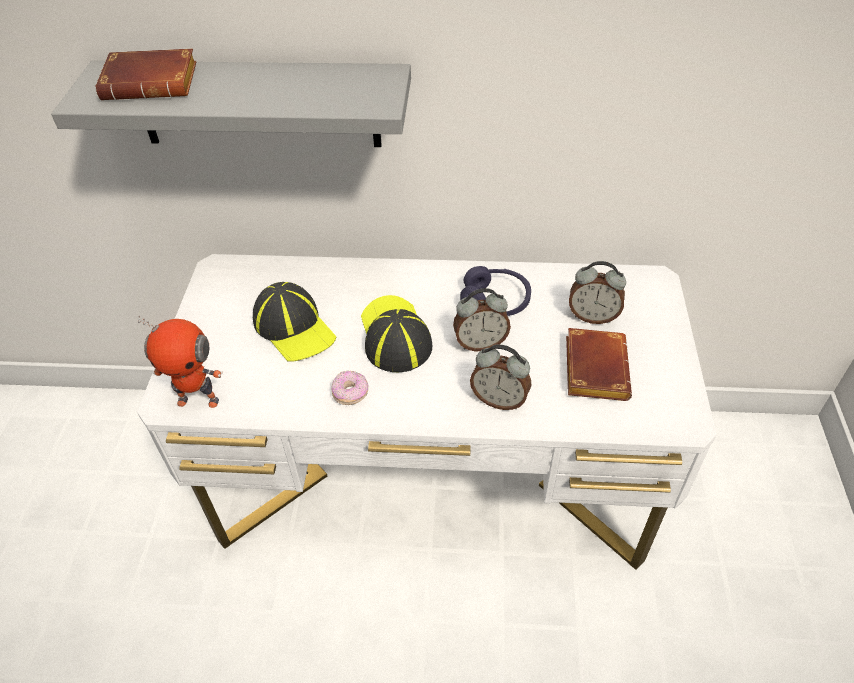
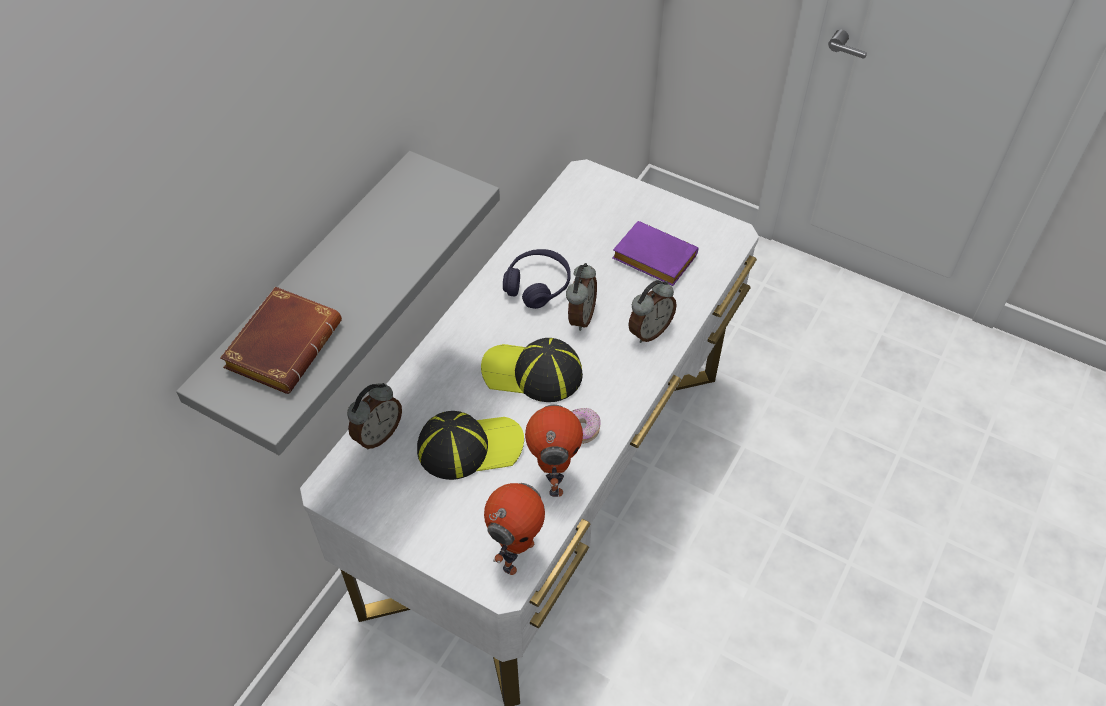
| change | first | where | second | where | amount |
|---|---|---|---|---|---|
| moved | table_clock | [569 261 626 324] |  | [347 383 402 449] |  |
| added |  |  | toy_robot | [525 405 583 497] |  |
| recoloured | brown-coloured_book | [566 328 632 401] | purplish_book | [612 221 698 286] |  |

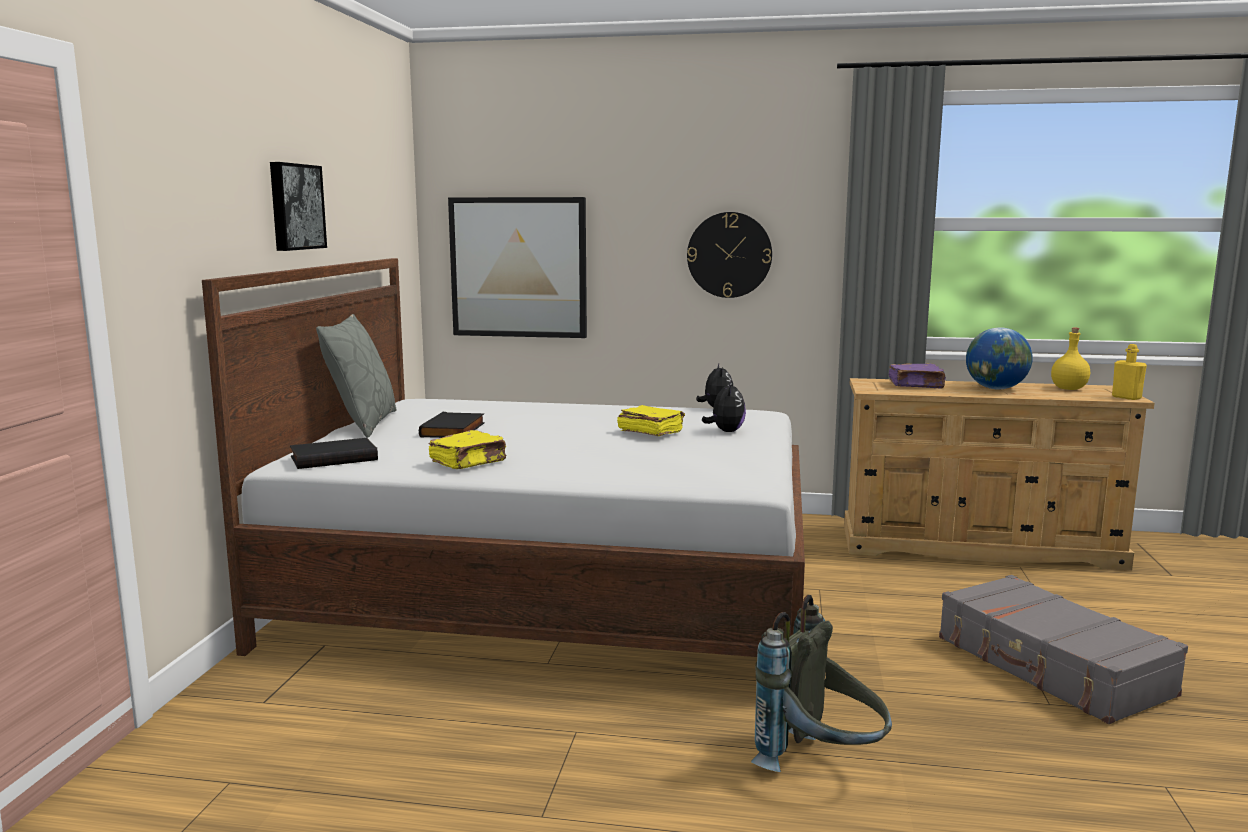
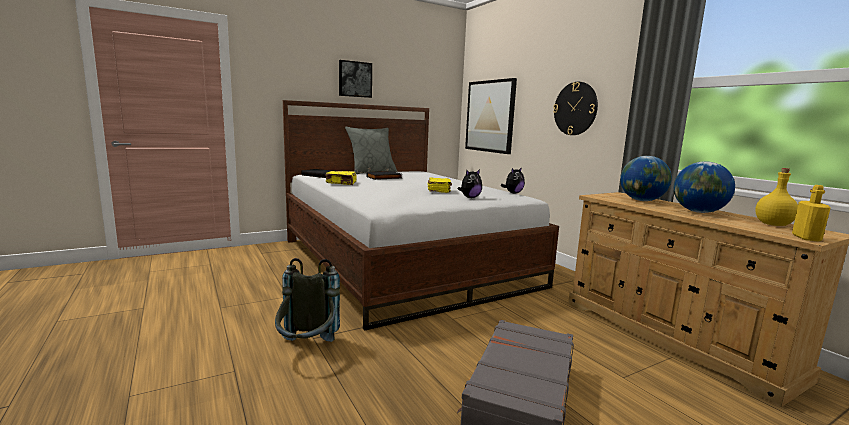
| change | first | where | second | where | amount |
|---|---|---|---|---|---|
| replaced | purplish_book | [888 363 946 388] | world_globe | [620 156 672 201] |  |

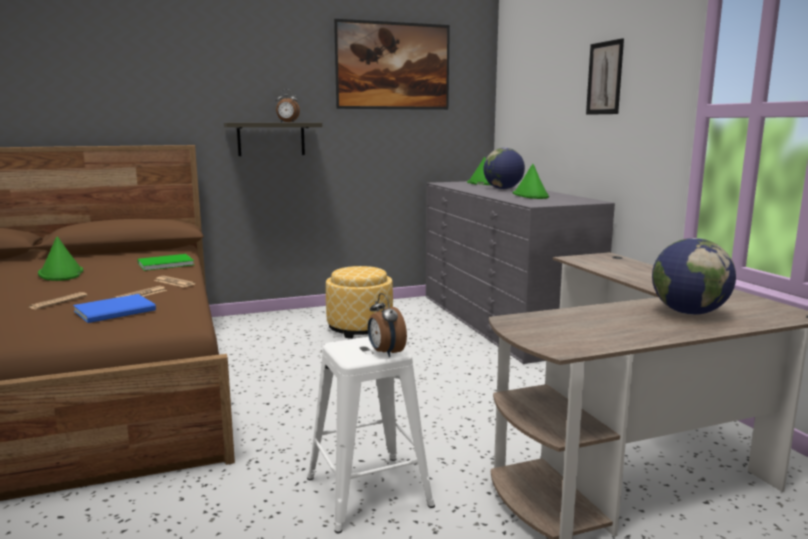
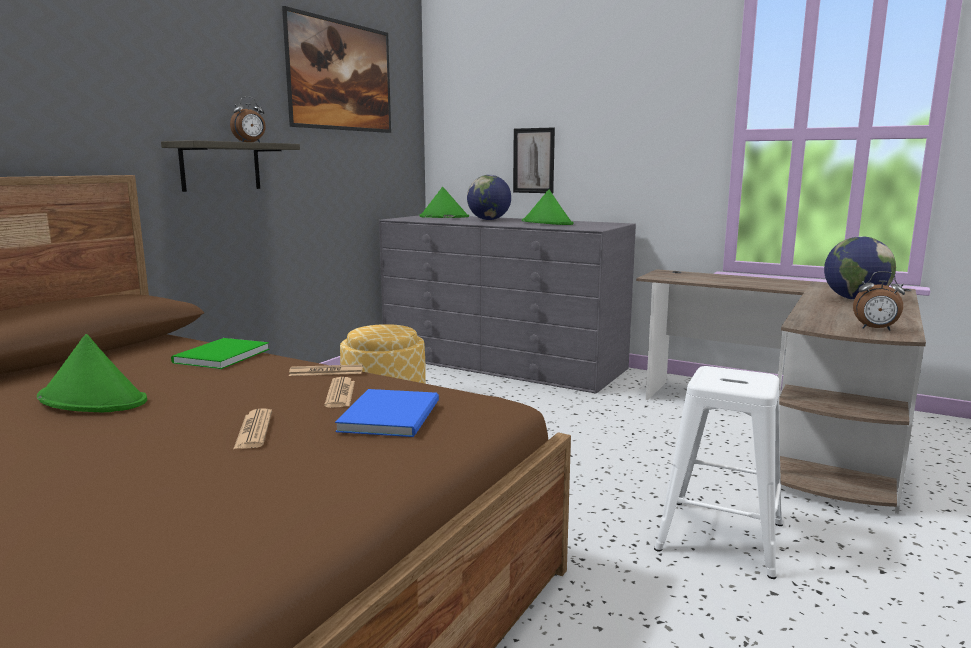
| change | first | where | second | where | amount |
|---|---|---|---|---|---|
| moved | picture | [586 38 624 115] |  | [513 127 555 193] |  |
| moved | table_clock | [368 293 407 357] |  | [853 271 905 331] |  |

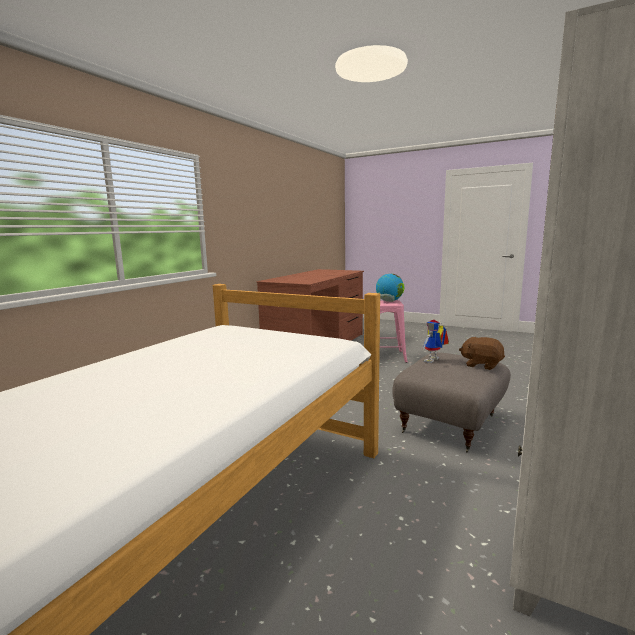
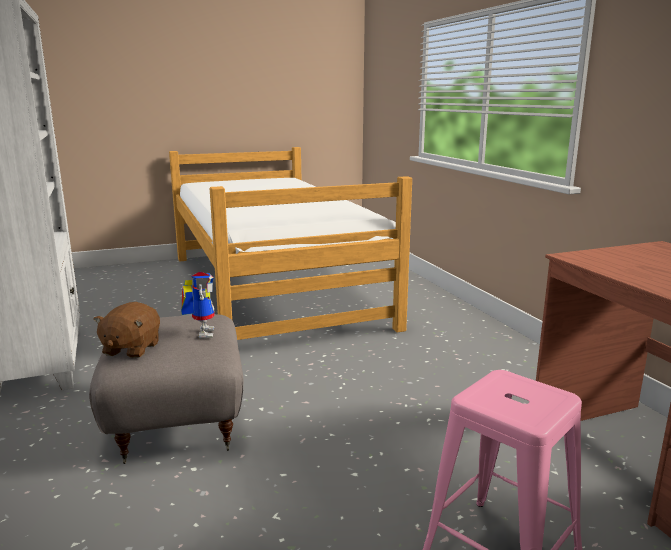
| change | first | where | second | where | amount |
|---|---|---|---|---|---|
| turned | brown-coloured_plush_toy | [459 337 505 370] |  | [93 302 160 359] | 120 degrees clockwise |
| removed | world_globe | [376 274 404 302] |  |  |  |

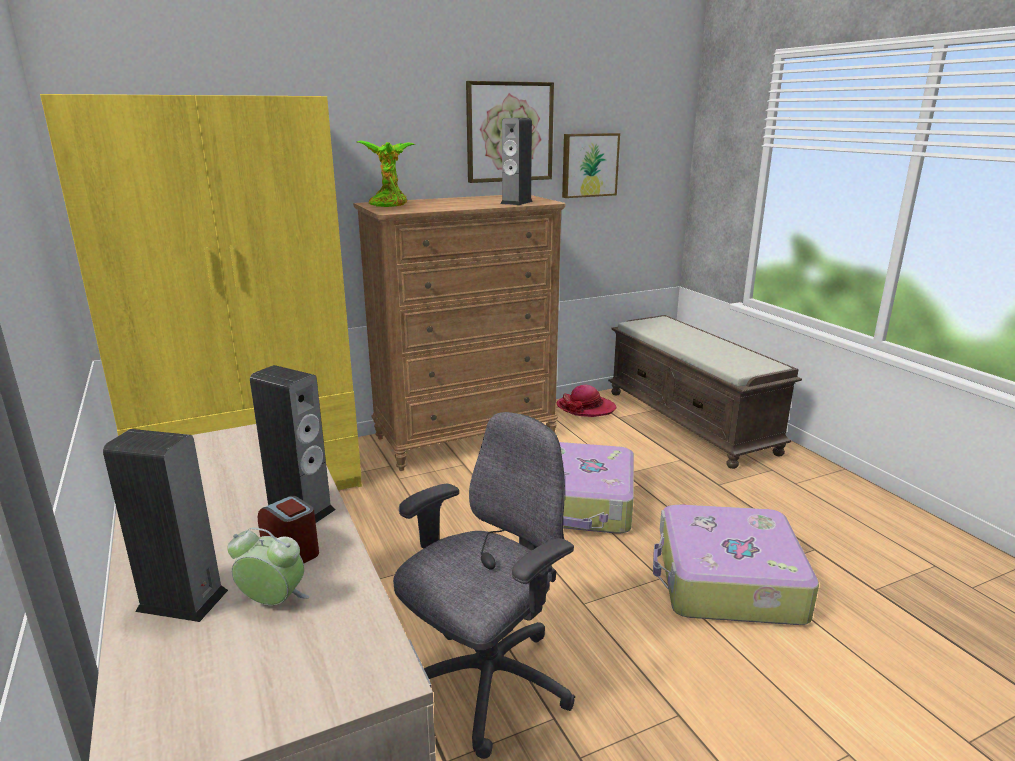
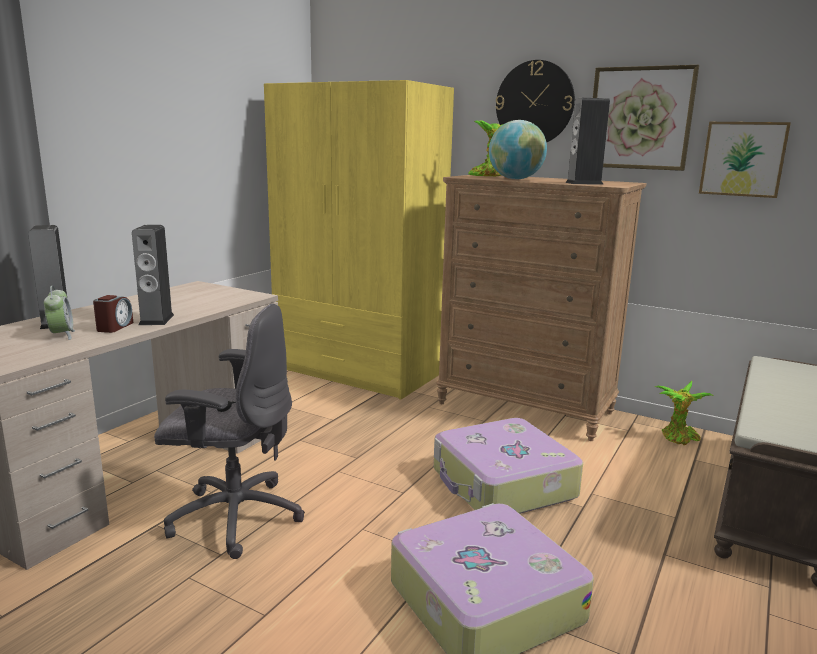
| change | first | where | second | where | amount |
|---|---|---|---|---|---|
| added |  |  | world_globe | [489 120 547 179] |  |
| added |  |  | wall_clock | [495 60 575 143] |  |
| replaced | hat | [556 385 616 417] | potted_plant | [655 381 714 446] |  |

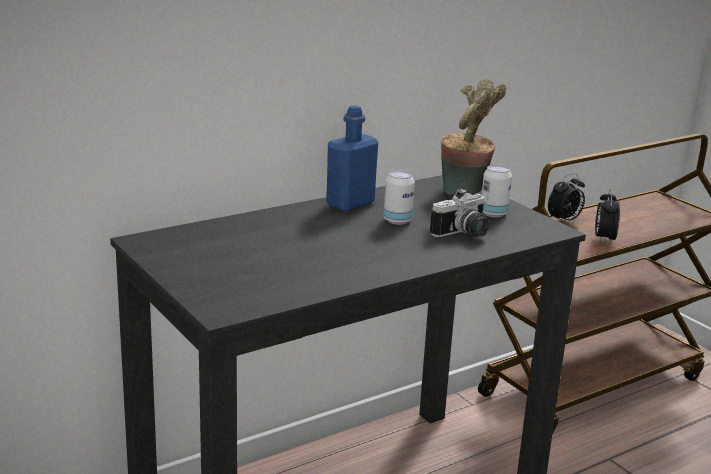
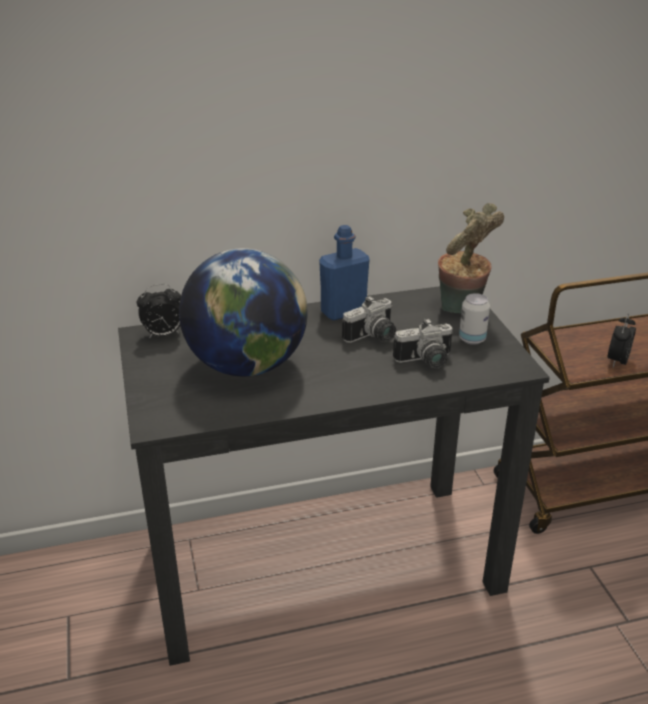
| change | first | where | second | where | amount |
|---|---|---|---|---|---|
| moved | table_clock | [548 173 585 222] |  | [137 284 181 339] |  |
| added |  |  | world_globe | [179 248 308 376] |  |
| replaced | sealed_can | [384 170 415 225] | still_camera | [342 296 396 343] |  |

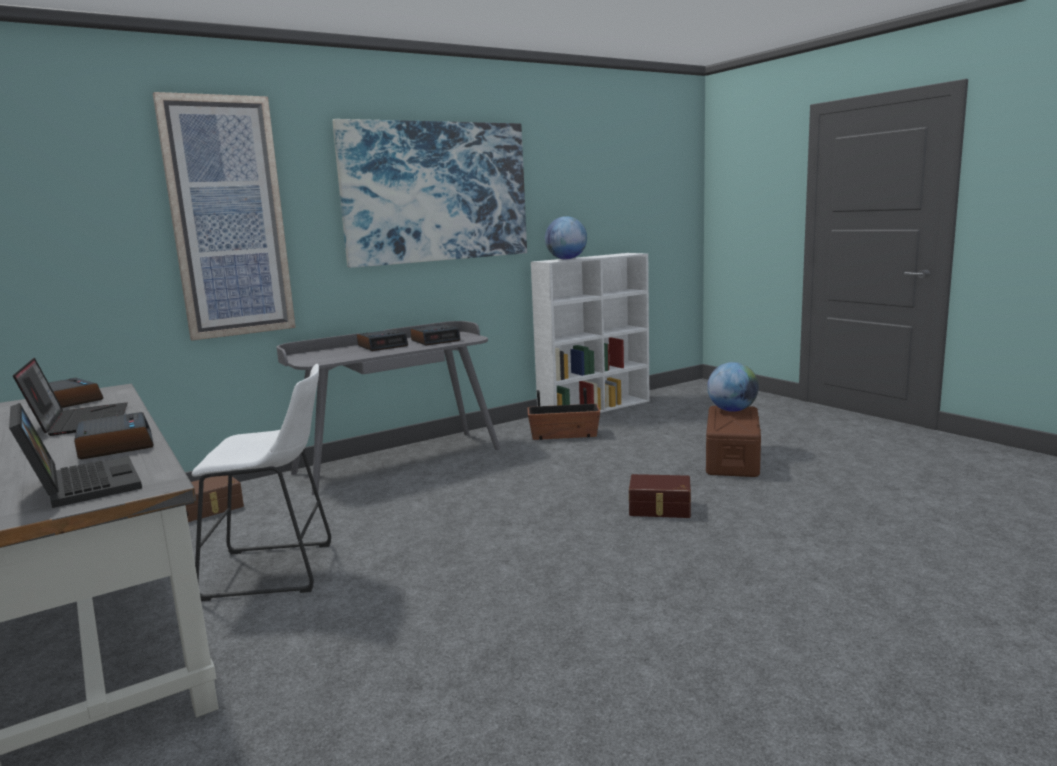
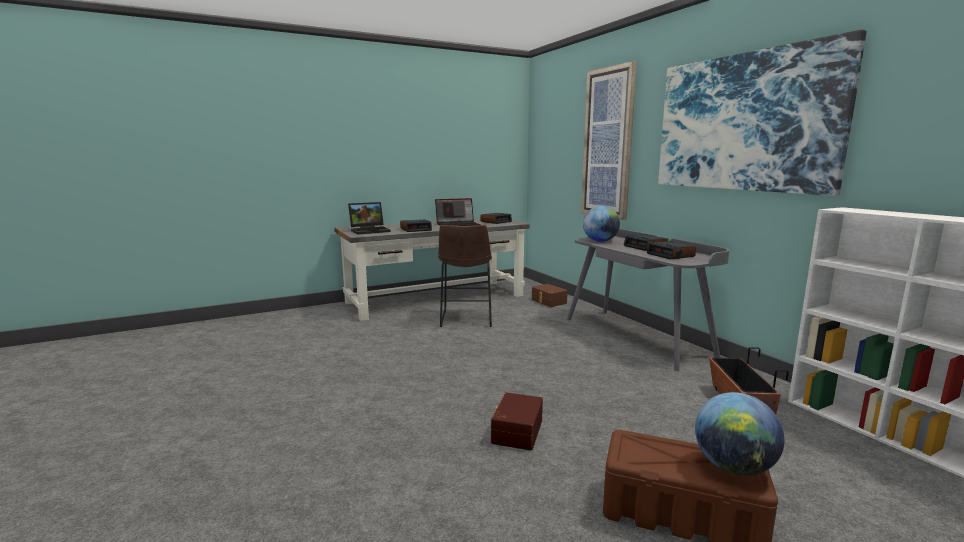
| change | first | where | second | where | amount |
|---|---|---|---|---|---|
| recoloured | whitish_stool | [192 364 331 601] | brown-coloured_stool | [438 225 492 327] |  |
| moved | world_globe | [545 216 587 259] |  | [583 206 620 242] |  |

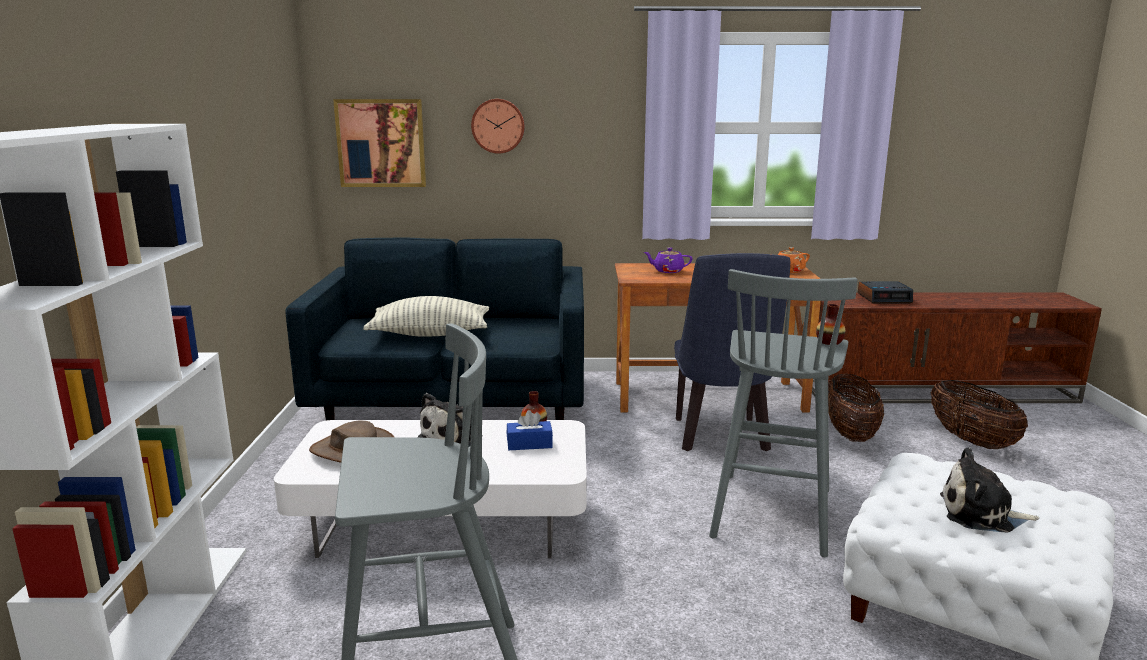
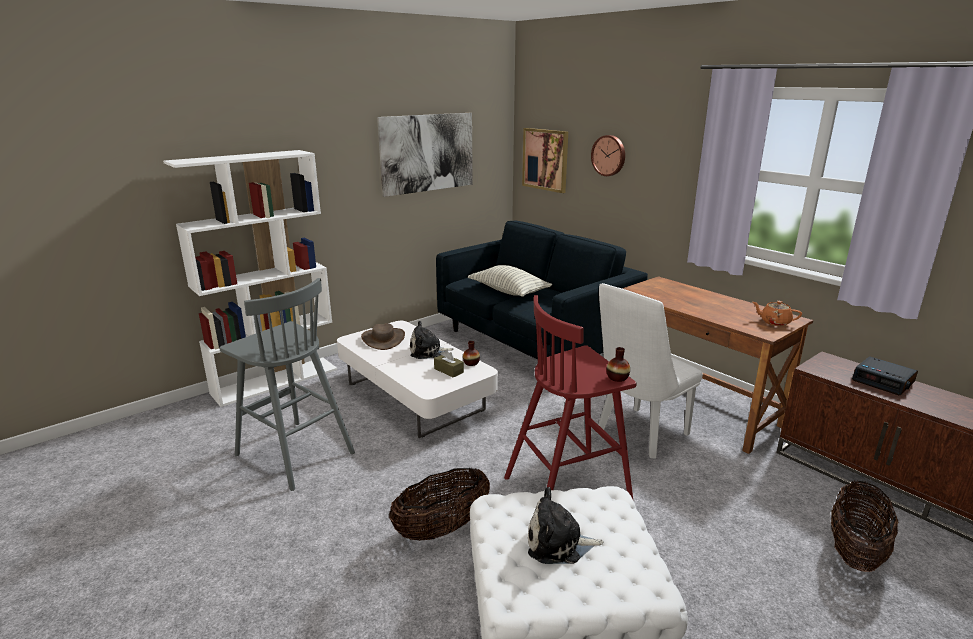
| change | first | where | second | where | amount |
|---|---|---|---|---|---|
| added |  |  | picture | [377 113 473 197] |  |
| moved | household_basket | [828 374 884 442] |  | [389 468 490 541] |  |
| recoloured | blue_tissue_box | [507 410 553 450] | brown-coloured_tissue_box | [434 349 464 378] |  |
| recoloured | greyish_stool | [709 269 857 557] | red-coloured_stool | [504 295 636 499] |  |
| turned | plush_toy | [940 447 1039 533] |  | [528 487 603 564] | 60 degrees counterclockwise |
| recoloured | blue_upright_chair | [674 253 790 451] | whitish_upright_chair | [598 283 703 459] |  |
| removed | purplish_pot_for_tea | [644 248 693 273] |  |  |  |

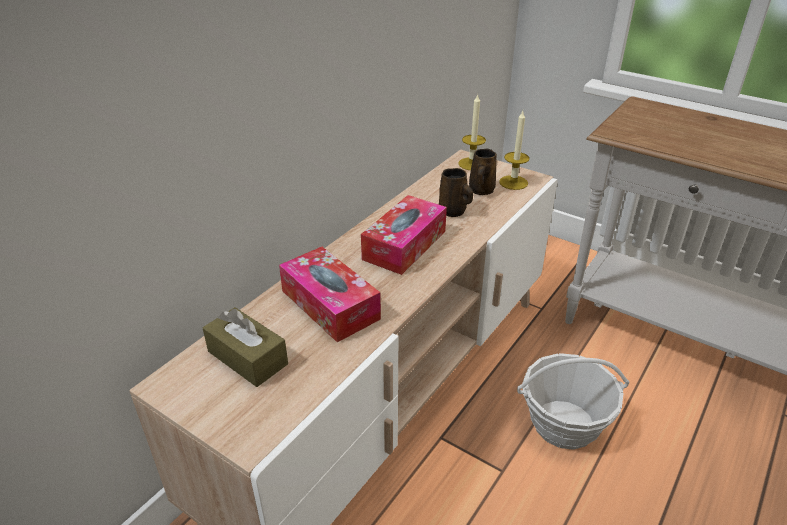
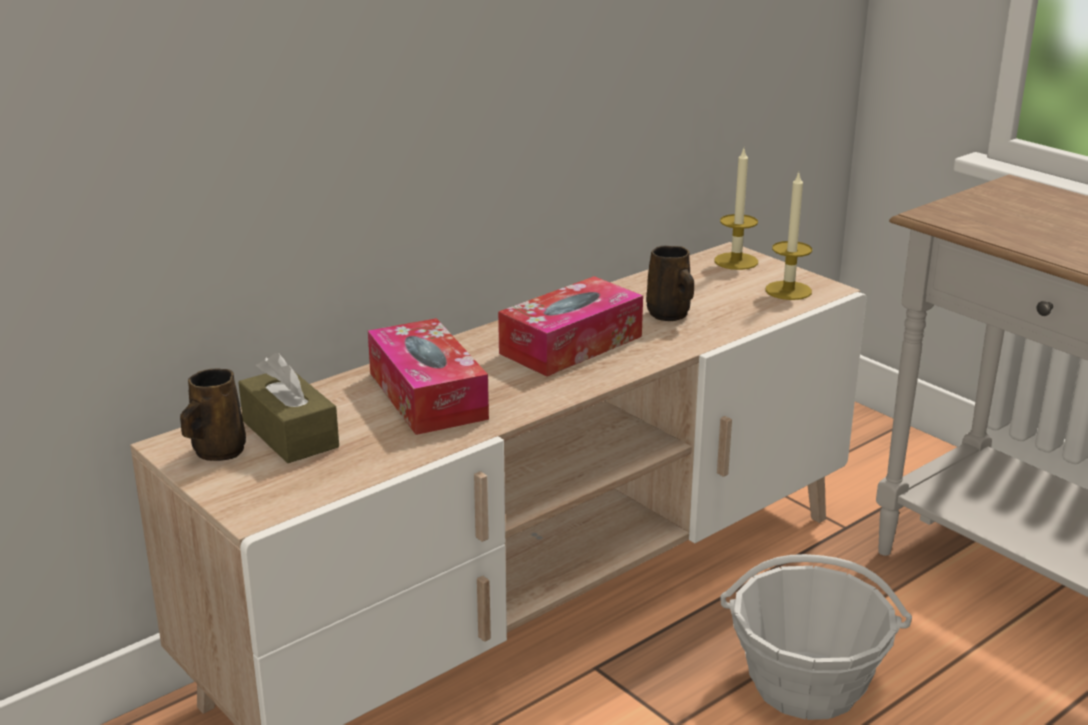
| change | first | where | second | where | amount |
|---|---|---|---|---|---|
| moved | brown-coloured_tea_mug | [469 149 497 195] |  | [180 368 246 461] |  |

